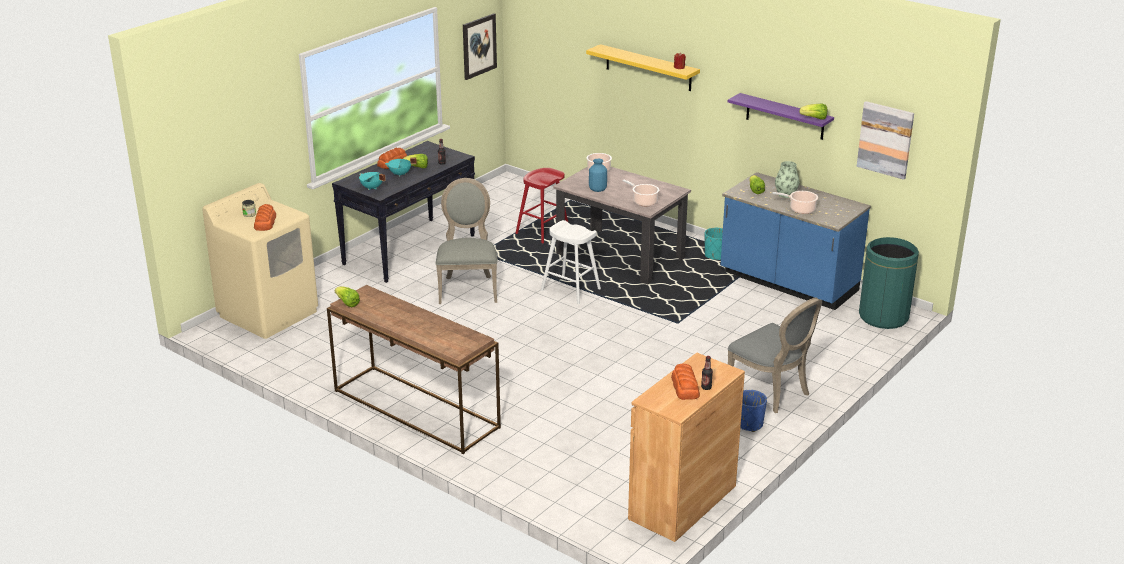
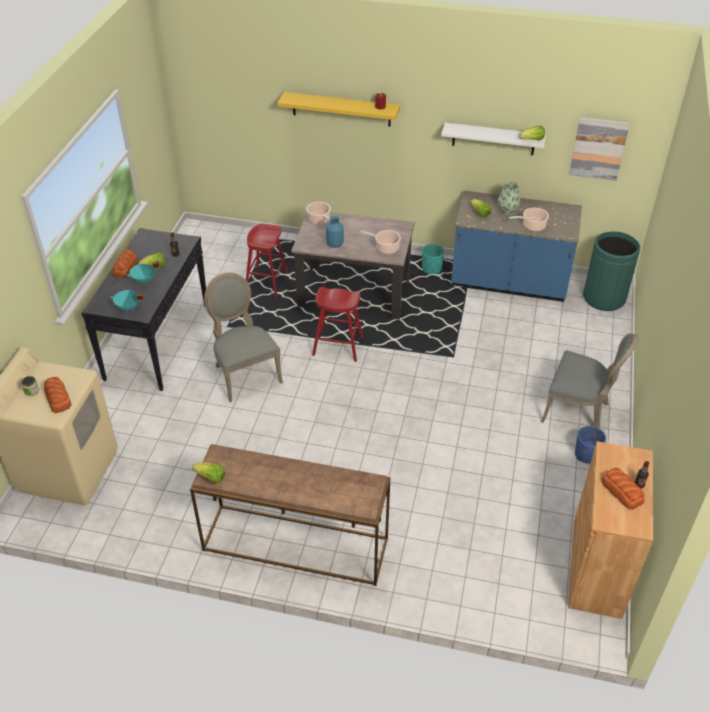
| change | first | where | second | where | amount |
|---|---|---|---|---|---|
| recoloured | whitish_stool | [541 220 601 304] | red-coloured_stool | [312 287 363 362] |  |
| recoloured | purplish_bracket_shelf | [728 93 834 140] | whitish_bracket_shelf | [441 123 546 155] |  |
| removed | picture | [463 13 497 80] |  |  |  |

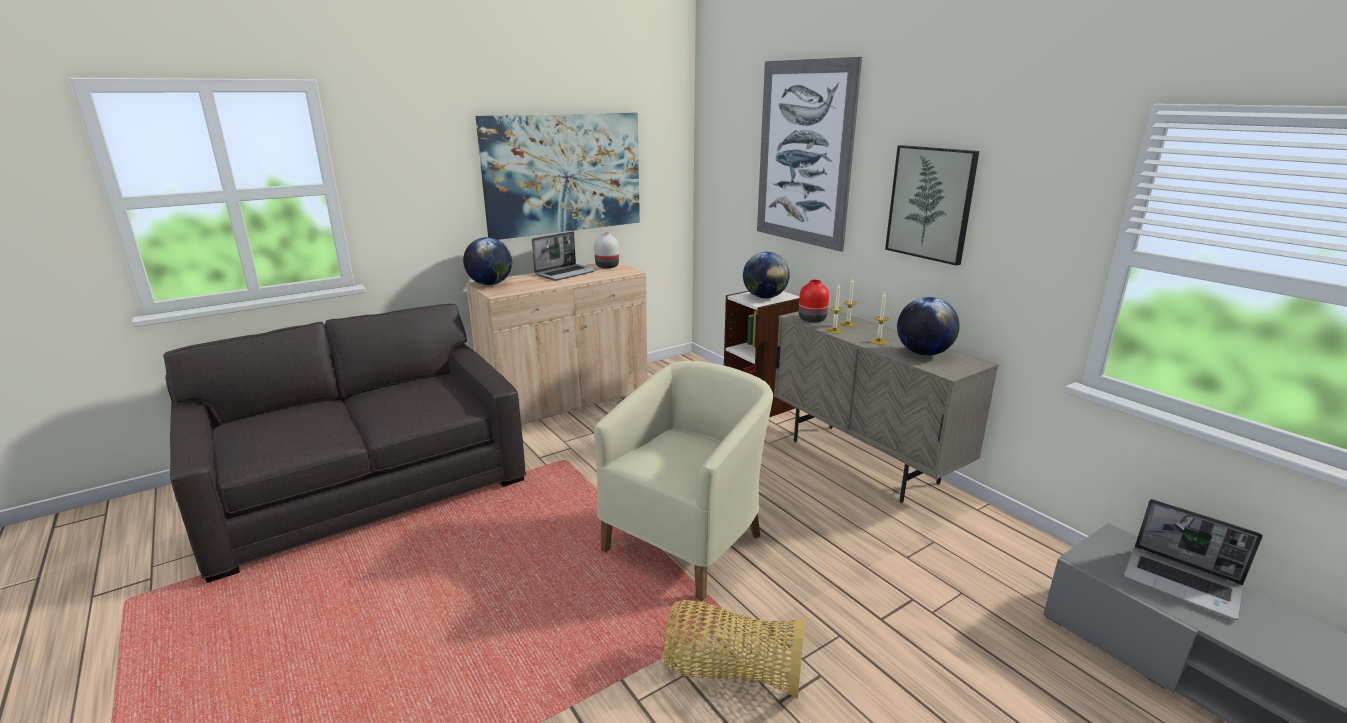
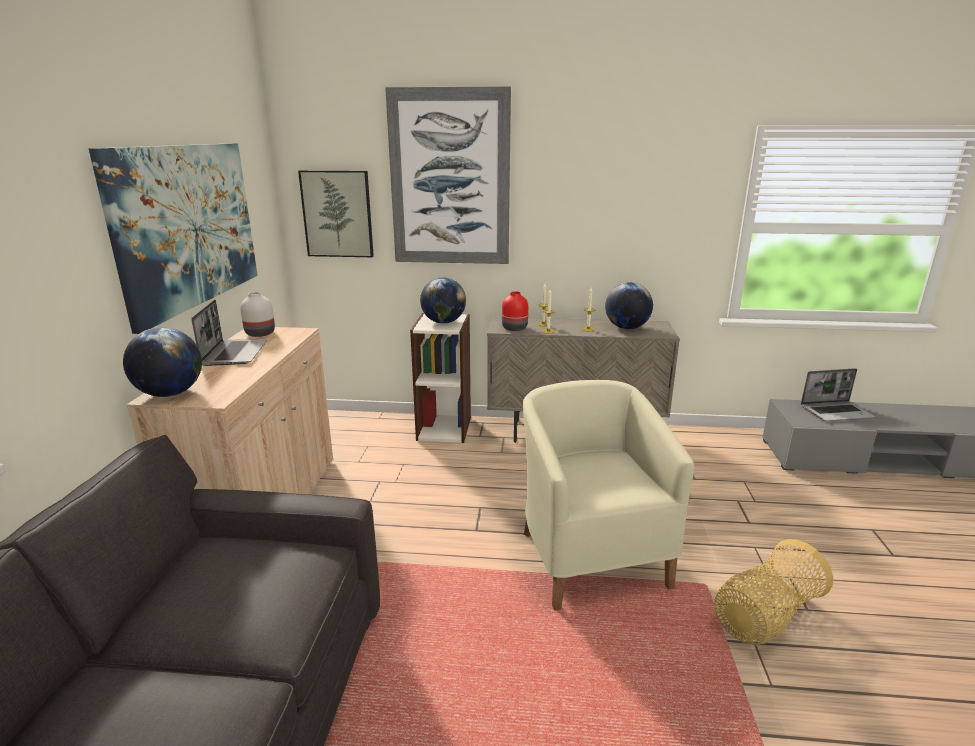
| change | first | where | second | where | amount |
|---|---|---|---|---|---|
| moved | picture | [885 145 979 266] |  | [298 170 374 257] |  |

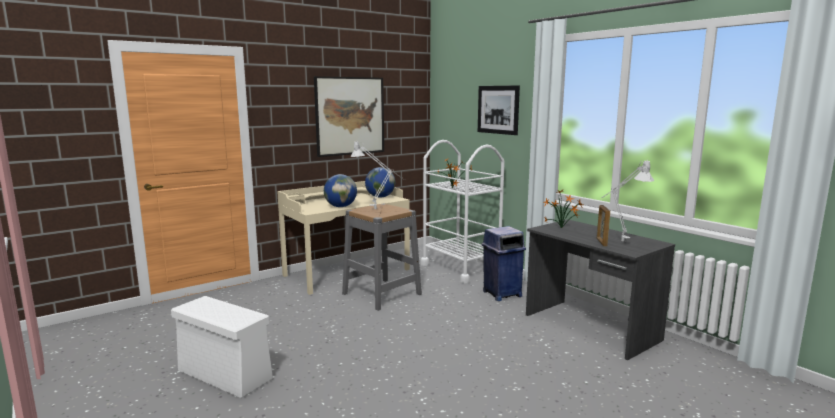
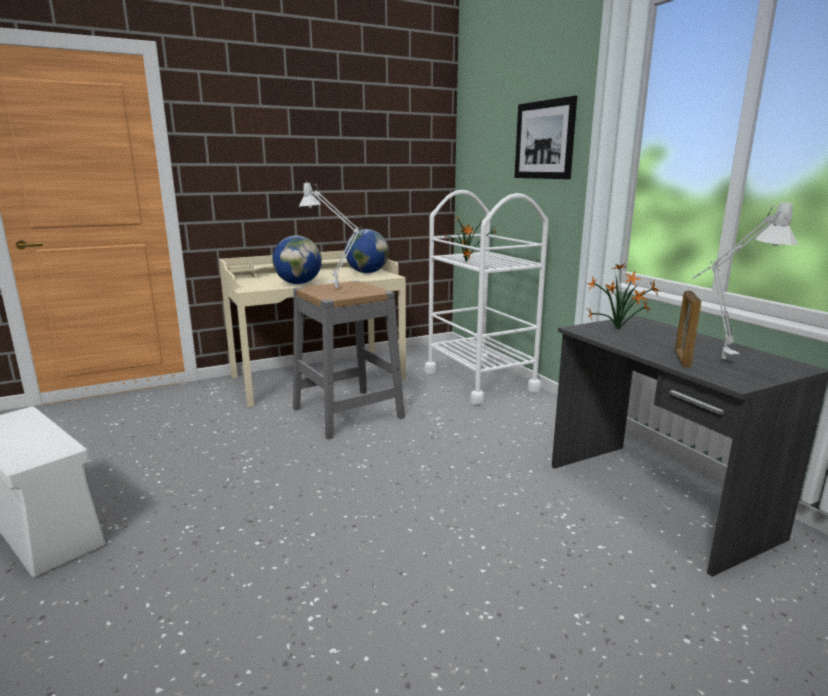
| change | first | where | second | where | amount |
|---|---|---|---|---|---|
| removed | picture | [314 76 384 157] |  |  |  |
| removed | blue_waste_bin | [481 226 526 301] |  |  |  |

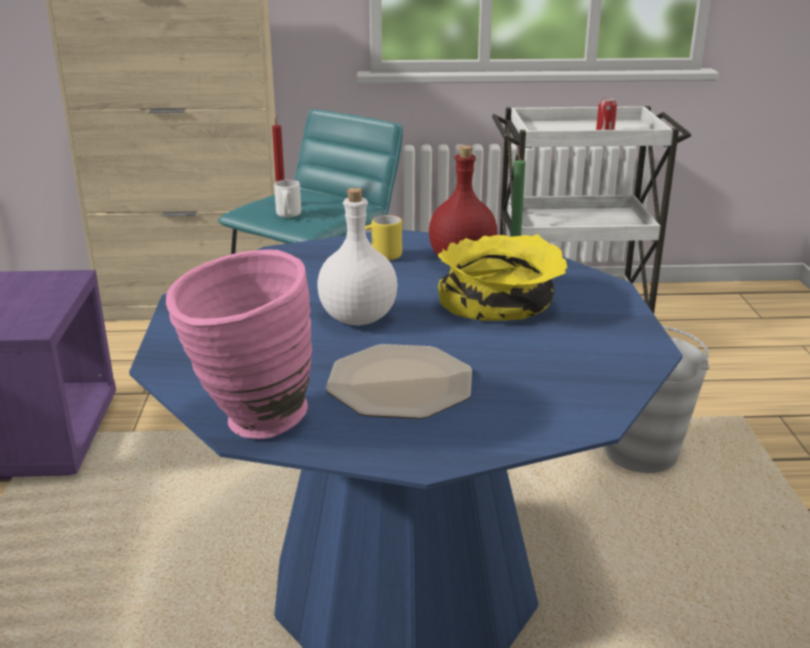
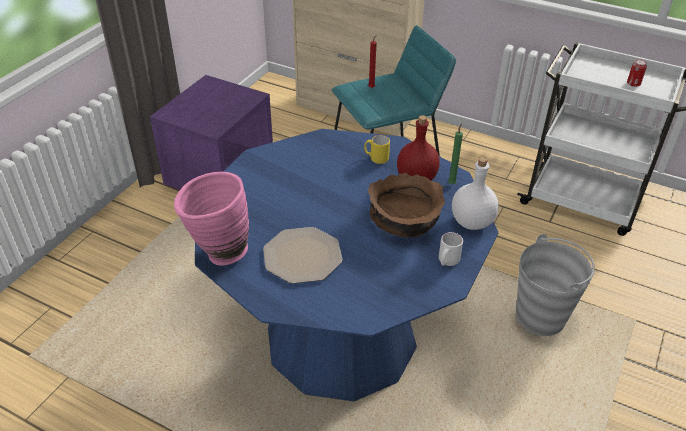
| change | first | where | second | where | amount |
|---|---|---|---|---|---|
| recoloured | yellow-coloured_deep_dish | [438 234 567 321] | brown-coloured_deep_dish | [368 173 445 237] |  |
| moved | whitish_tea_mug | [274 180 301 217] |  | [439 232 463 266] |  |
| moved | whitish_beverage_bottle | [317 188 398 326] |  | [452 157 499 230] |  |

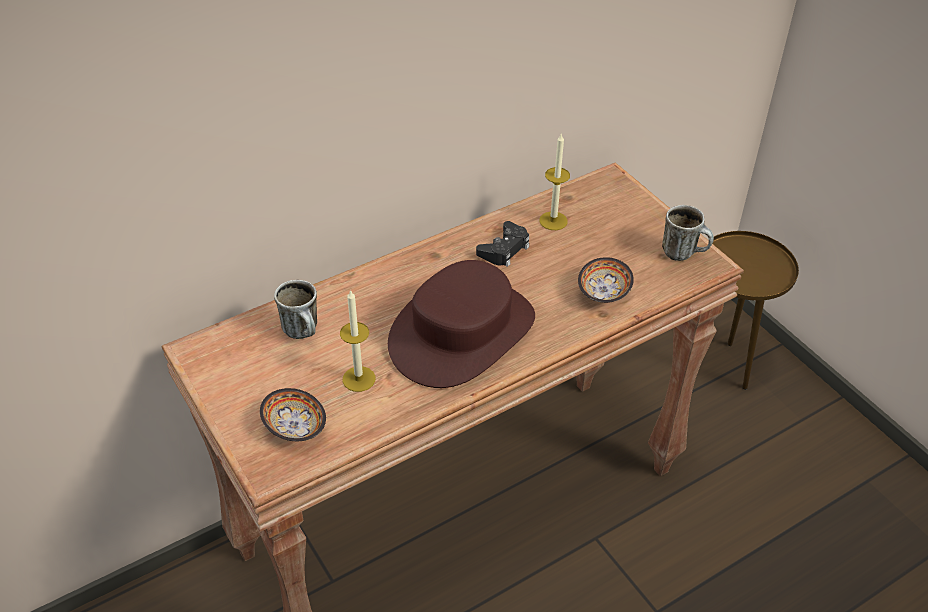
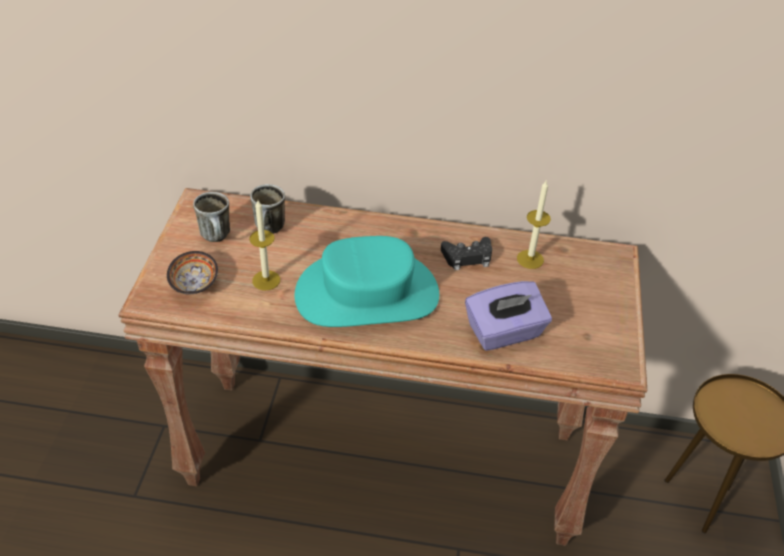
| change | first | where | second | where | amount |
|---|---|---|---|---|---|
| moved | tea_mug | [662 205 714 261] |  | [193 192 230 242] |  |
| recoloured | brown-coloured_hat | [388 260 535 388] | turquoise-coloured_hat | [295 236 439 327] |  |
| replaced | deep_dish | [578 257 634 303] | purplish_tissue_box | [465 281 552 351] |  |

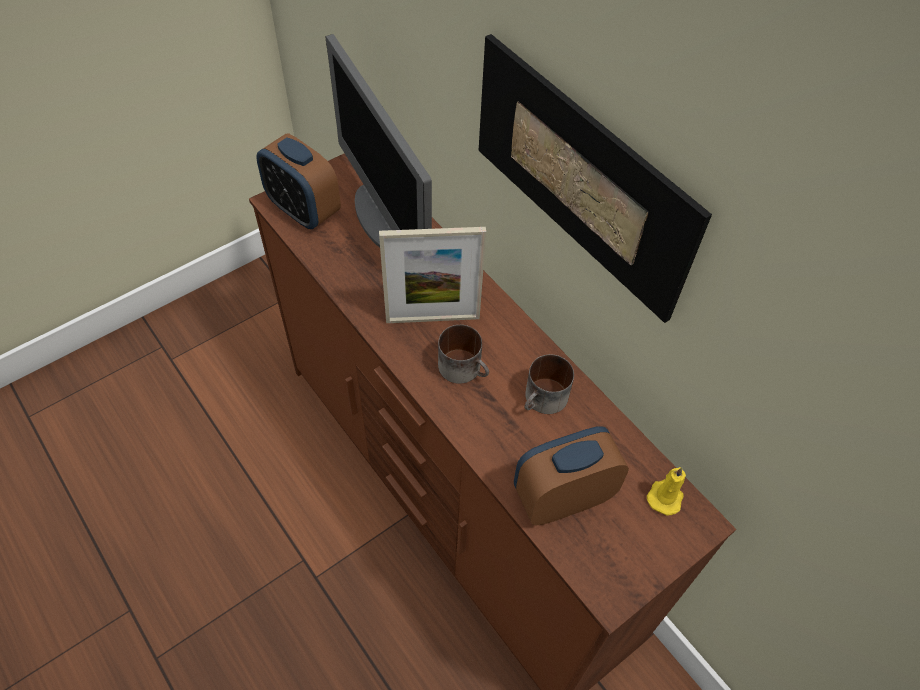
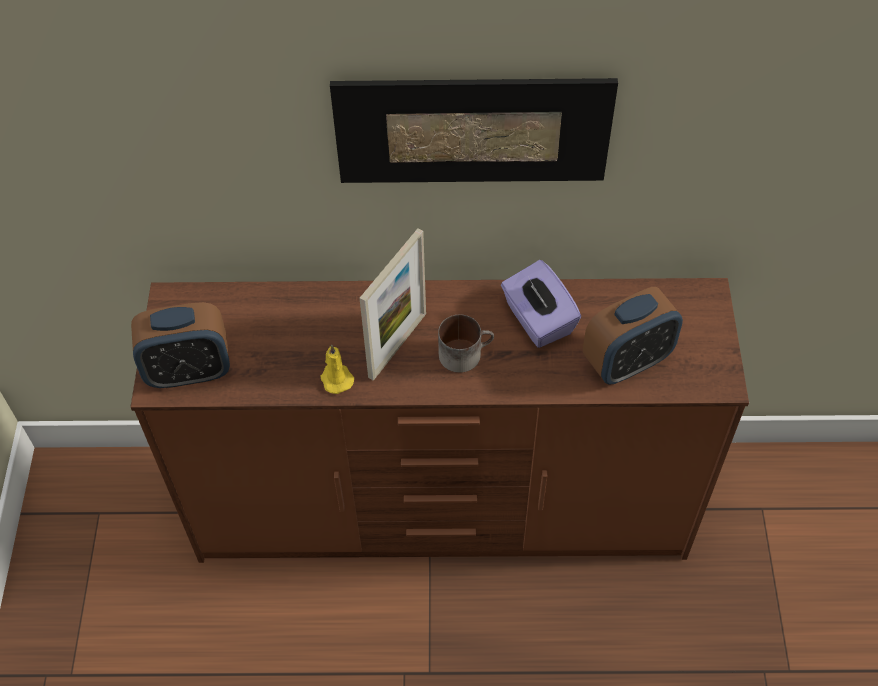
| change | first | where | second | where | amount |
|---|---|---|---|---|---|
| moved | yellow-coloured_wax_light | [647 467 686 515] |  | [321 345 354 394] |  |
| replaced | tea_mug | [524 354 574 414] | purplish_tissue_box | [501 260 581 348] |  |
| turned | table_clock | [514 426 629 525] |  | [583 287 683 384] | 135 degrees counterclockwise |
| removed | computer_screen | [325 34 432 247] |  |  |  |

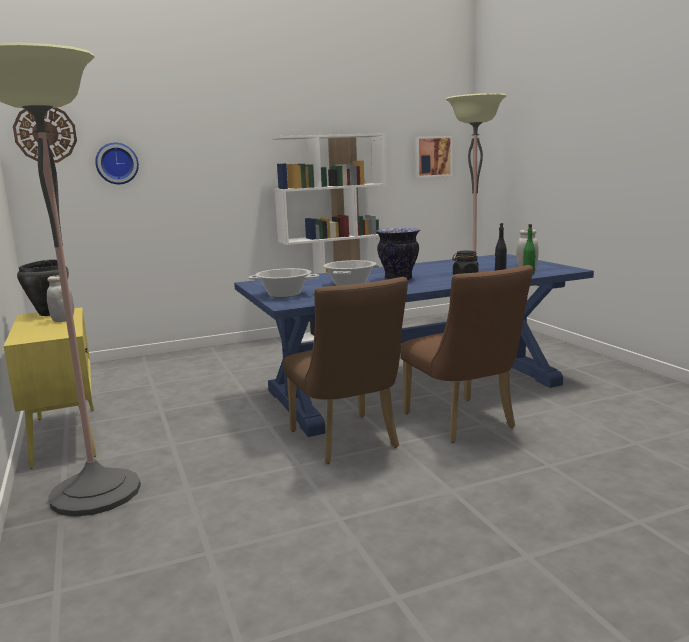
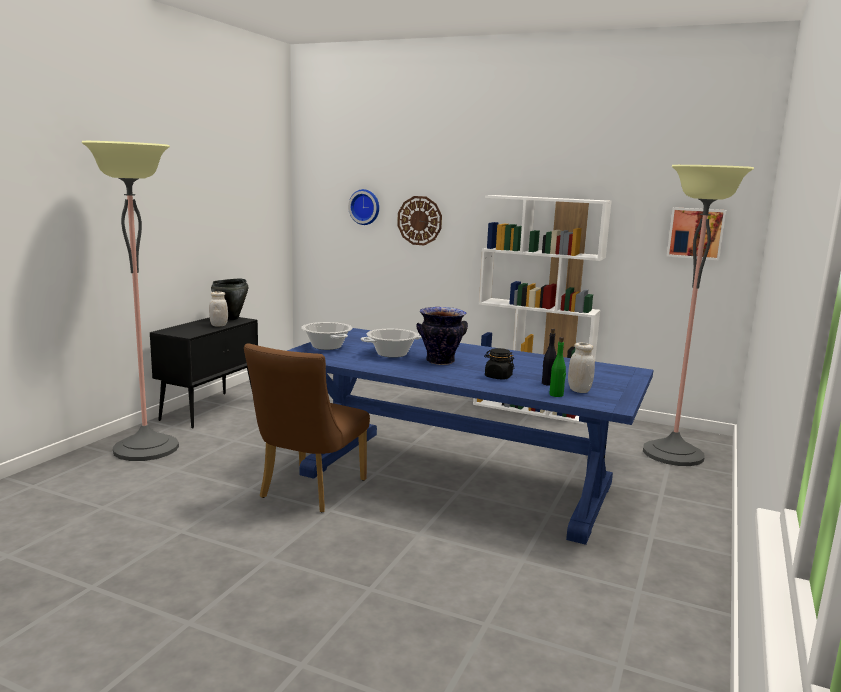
| change | first | where | second | where | amount |
|---|---|---|---|---|---|
| recoloured | yellow-coloured_cabinet | [4 308 97 469] | blackish_cabinet | [150 317 258 429] |  |
| moved | wall_clock | [13 108 77 163] |  | [397 196 442 246] |  |
| removed | brown-coloured_upright_chair | [400 265 533 443] |  |  |  |

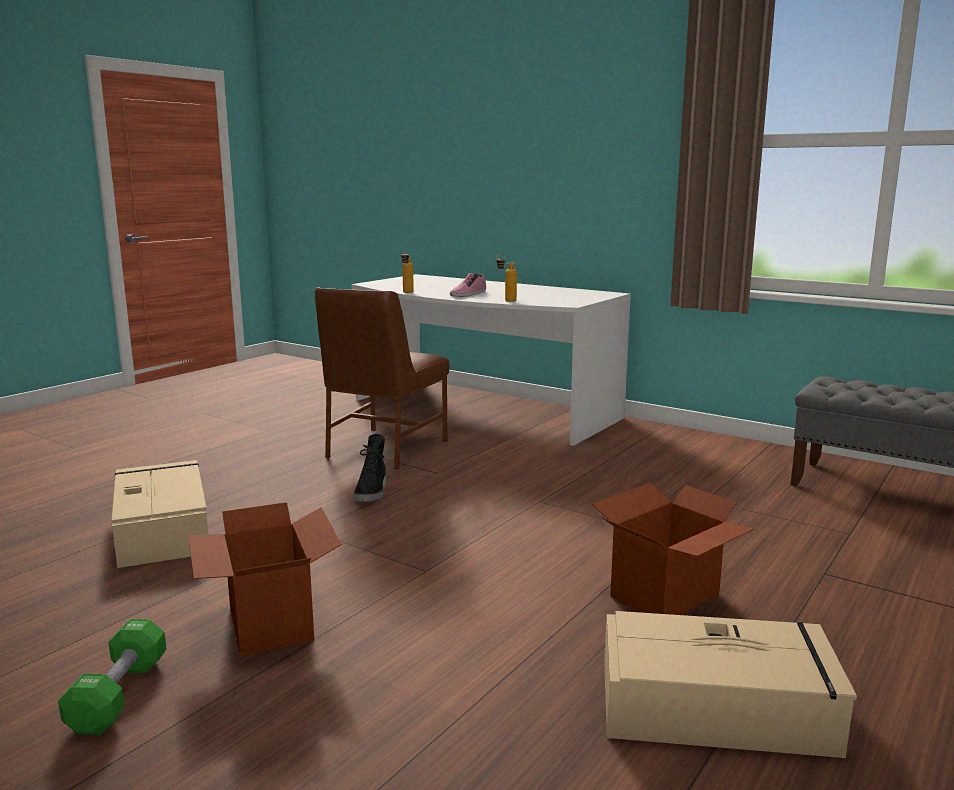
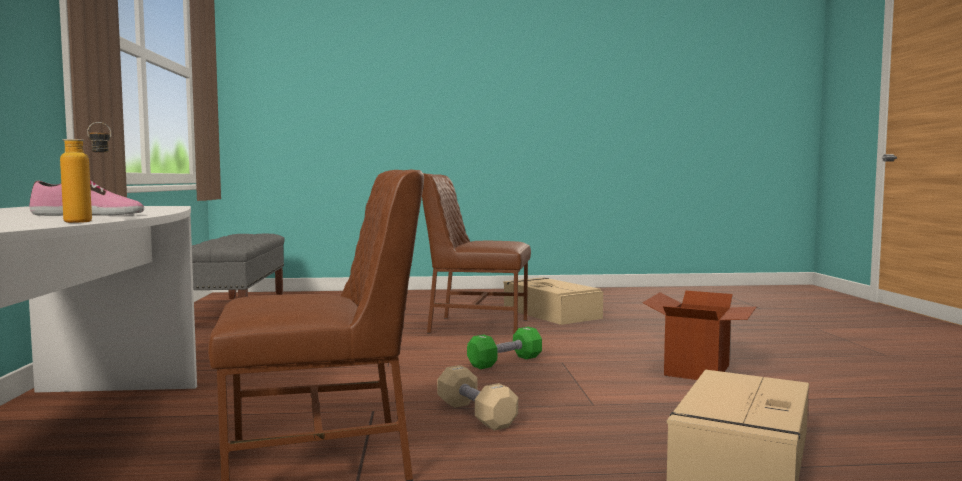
| change | first | where | second | where | amount |
|---|---|---|---|---|---|
| replaced | carton | [592 483 754 615] | brown-coloured_upright_chair | [422 173 531 334] |  |
| replaced | blackish_high-top_boot | [354 434 386 502] | beige-coloured_dumbbell | [437 365 518 431] |  |
| moved | green-coloured_dumbbell | [58 619 166 735] |  | [467 327 542 369] |  |
| removed | beverage_bottle | [496 254 517 302] |  |  |  |

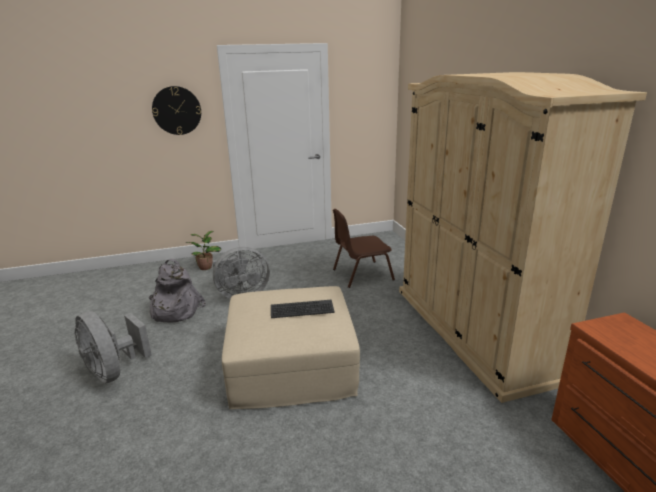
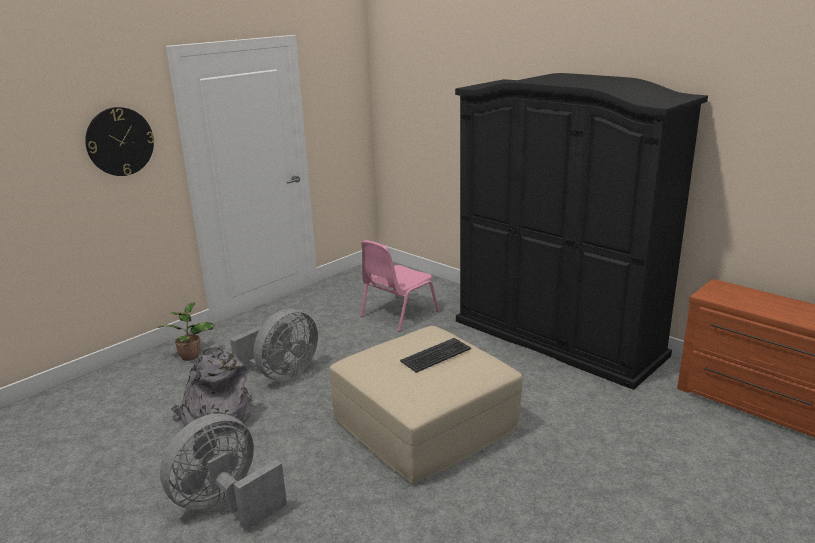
| change | first | where | second | where | amount |
|---|---|---|---|---|---|
| turned | greyish_cooling_fan | [75 311 152 384] |  | [160 414 287 531] | 120 degrees clockwise |
| recoloured | brown-coloured_upright_chair | [333 209 395 288] | pink-coloured_upright_chair | [360 240 439 332] |  |
| recoloured | beige-coloured_wardrobe | [399 72 647 403] | blackish_wardrobe | [455 73 708 390] |  |

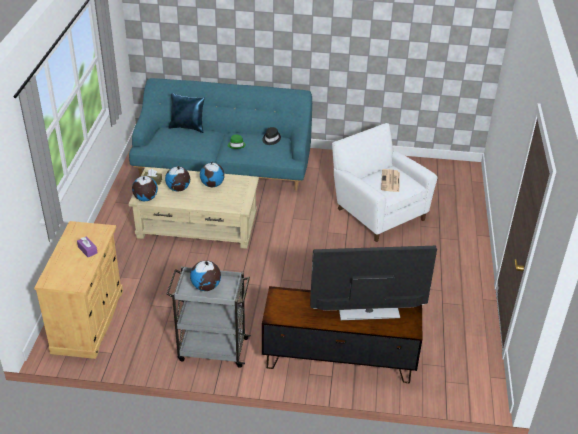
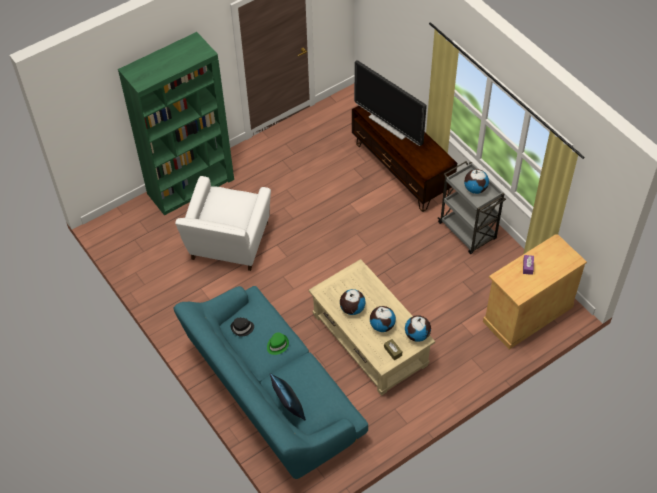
| change | first | where | second | where | amount |
|---|---|---|---|---|---|
| added |  |  | green-coloured_bookshelf | [118 32 234 216] |  |
| removed | newspaper | [381 169 400 192] |  |  |  |

